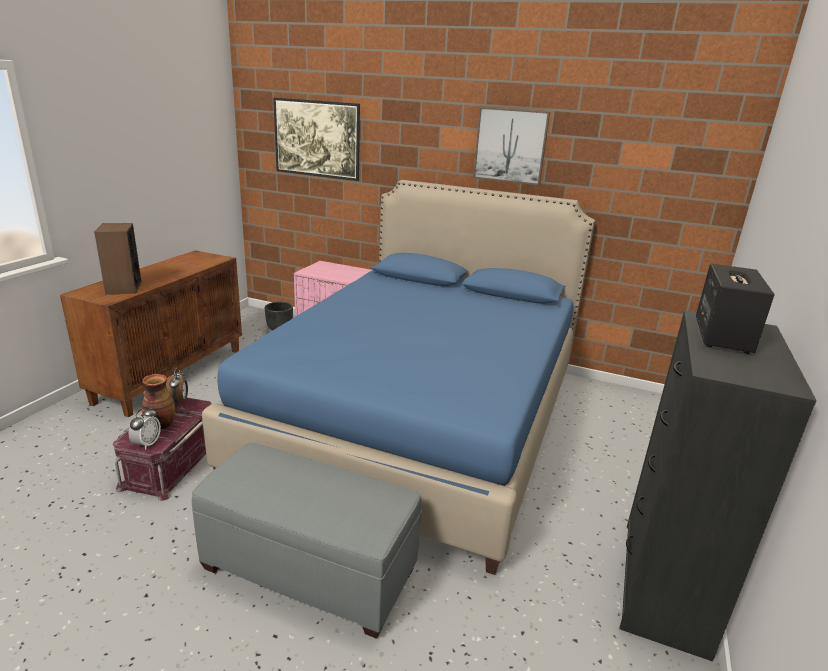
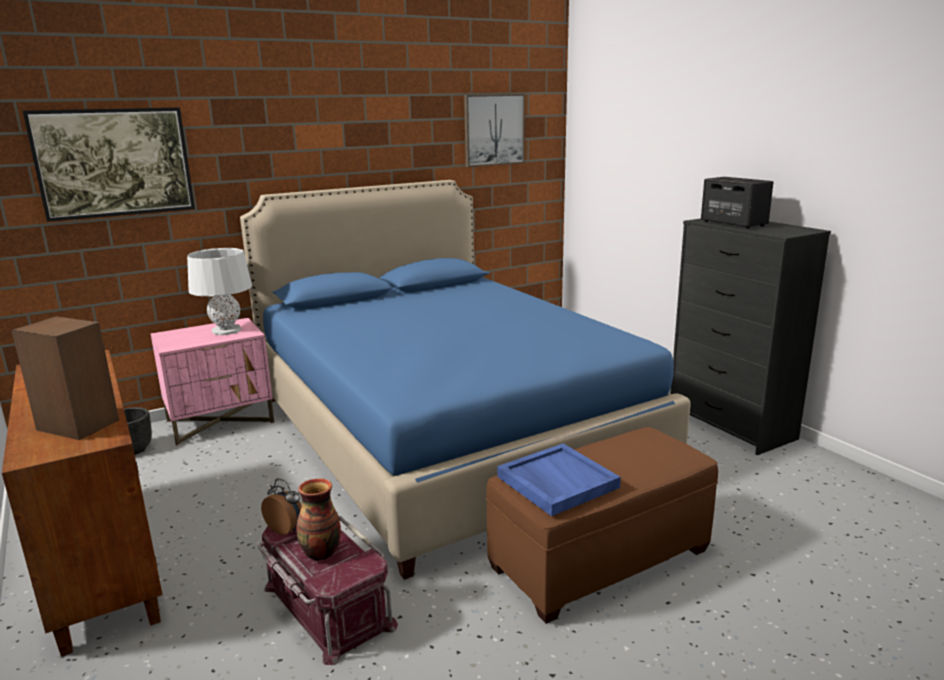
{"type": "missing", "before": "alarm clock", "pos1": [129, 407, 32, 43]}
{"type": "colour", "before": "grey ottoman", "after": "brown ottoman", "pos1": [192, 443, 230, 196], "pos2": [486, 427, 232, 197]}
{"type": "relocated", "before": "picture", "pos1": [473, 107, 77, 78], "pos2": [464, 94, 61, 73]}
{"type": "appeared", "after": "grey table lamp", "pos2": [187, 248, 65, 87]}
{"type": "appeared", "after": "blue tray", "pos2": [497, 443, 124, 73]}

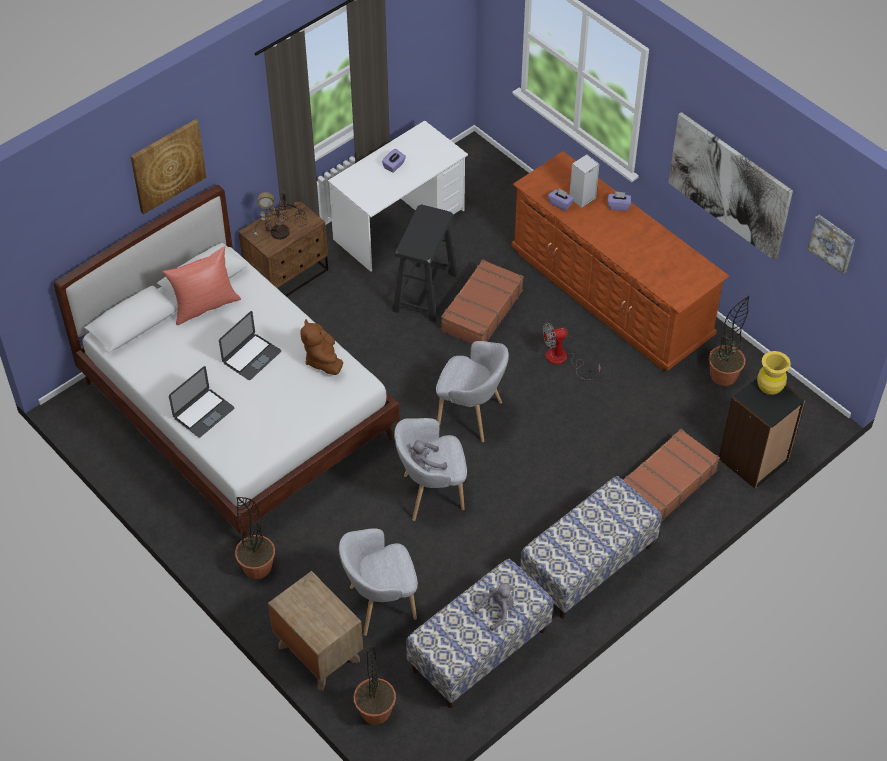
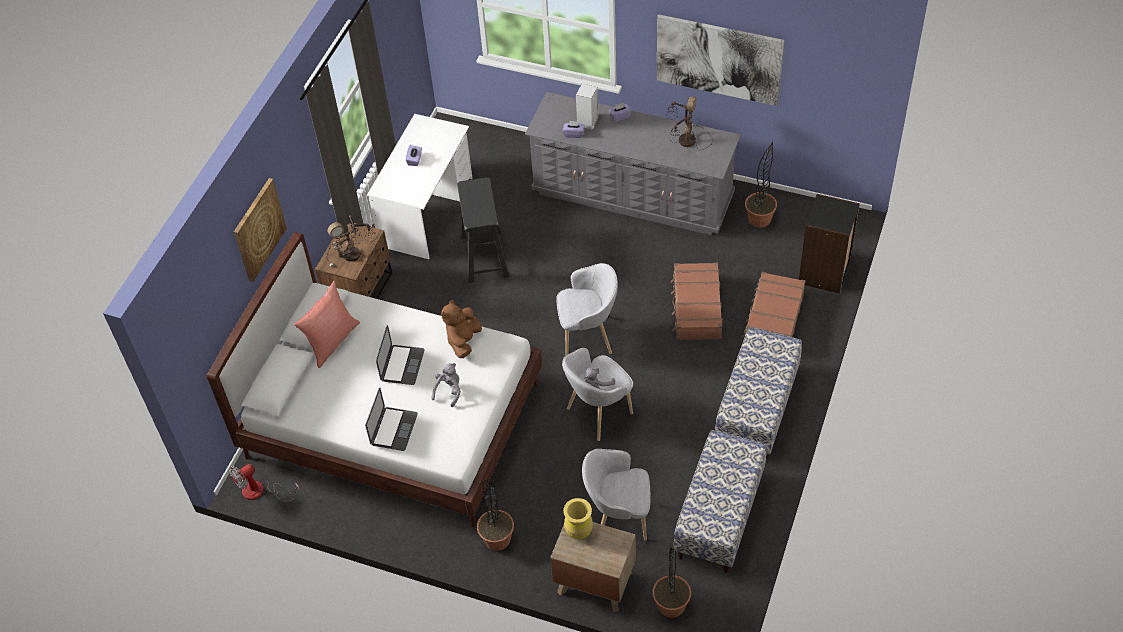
{"type": "spun", "before": "brown plush toy", "pos1": [301, 319, 42, 56], "pos2": [441, 300, 41, 58], "turn": 60}
{"type": "spun", "before": "grey armchair", "pos1": [339, 528, 79, 108], "pos2": [582, 449, 68, 92], "turn": 45}
{"type": "relocated", "before": "brown suitcase", "pos1": [441, 259, 83, 85], "pos2": [671, 262, 52, 78]}
{"type": "relocated", "before": "grey plush toy", "pos1": [475, 584, 39, 47], "pos2": [431, 363, 30, 44]}
{"type": "colour", "before": "brown dresser", "after": "grey dresser", "pos1": [512, 151, 217, 220], "pos2": [525, 92, 216, 143]}
{"type": "relocated", "before": "fan", "pos1": [543, 323, 58, 57], "pos2": [229, 464, 71, 38]}
{"type": "relocated", "before": "yellow vase", "pos1": [757, 351, 34, 44], "pos2": [563, 498, 30, 41]}
{"type": "missing", "before": "picture", "pos1": [807, 215, 48, 59]}
{"type": "appeared", "after": "table lamp", "pos2": [667, 96, 46, 54]}

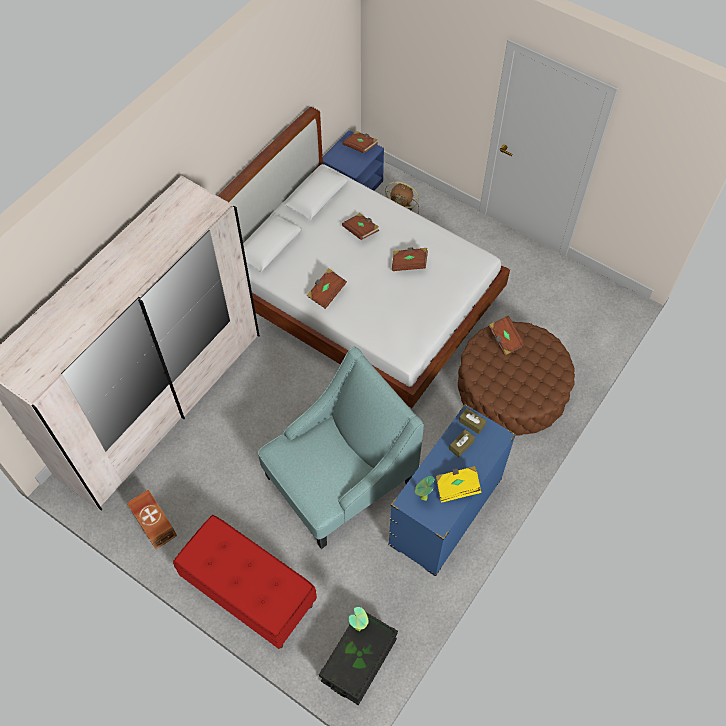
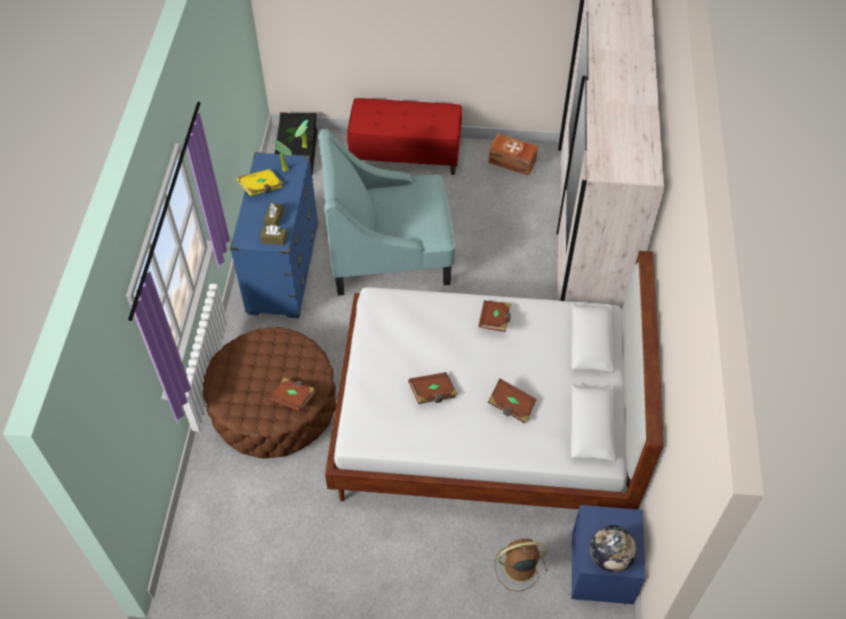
{"type": "spun", "before": "turquoise armchair", "pos1": [258, 346, 166, 203], "pos2": [319, 129, 136, 167], "turn": 60}
{"type": "exchanged", "before": "brown book", "after": "globe", "pos1": [342, 131, 36, 22], "pos2": [590, 525, 47, 47]}

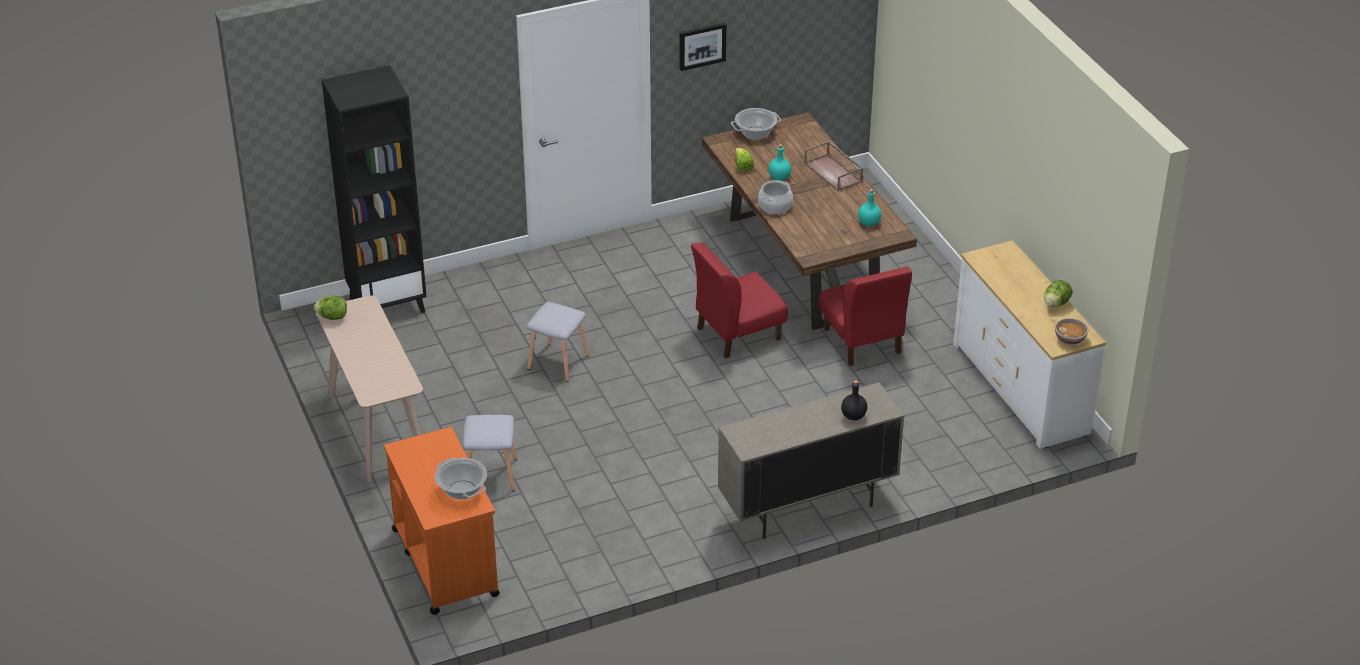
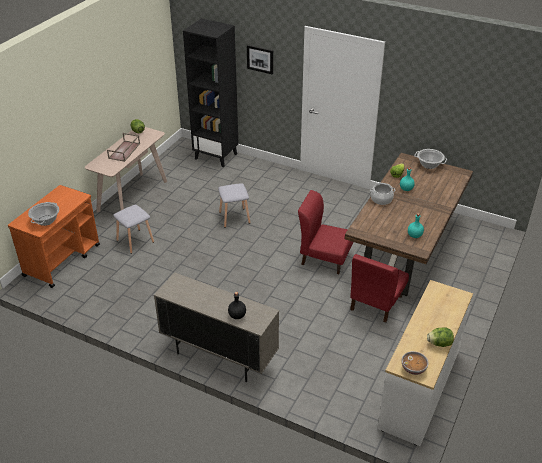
{"type": "relocated", "before": "picture", "pos1": [680, 23, 46, 48], "pos2": [247, 45, 26, 29]}
{"type": "relocated", "before": "brown tray", "pos1": [804, 141, 59, 50], "pos2": [107, 133, 33, 29]}

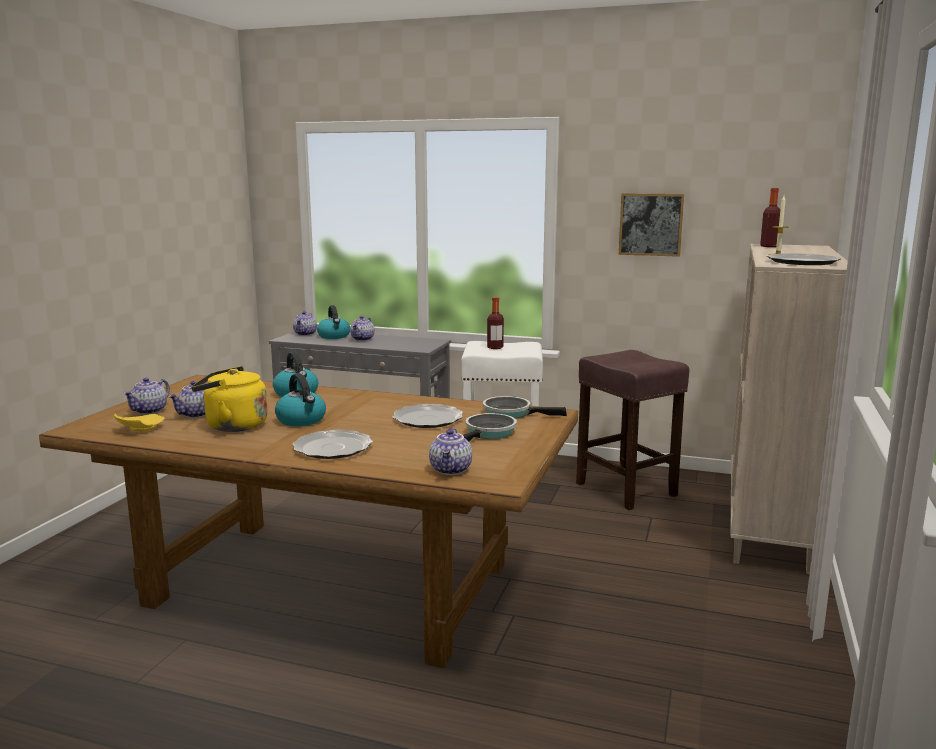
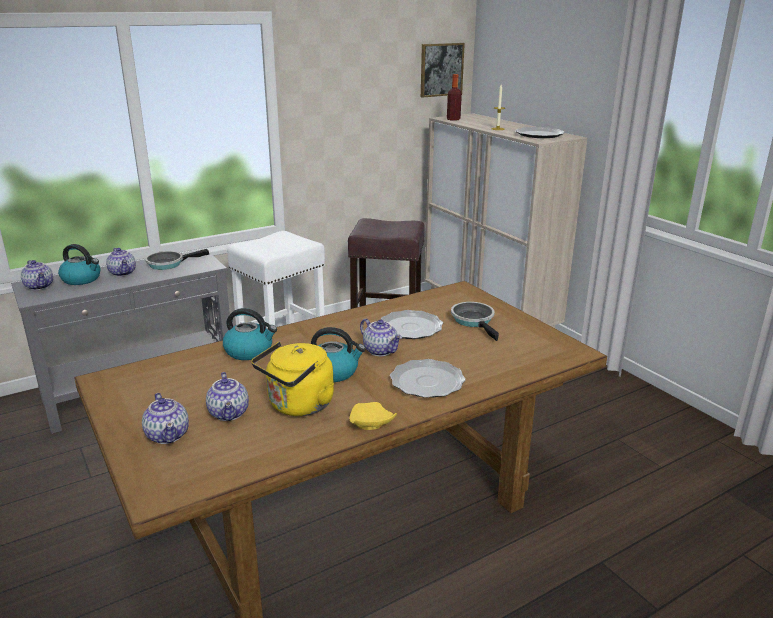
{"type": "relocated", "before": "yellow plate", "pos1": [114, 414, 50, 18], "pos2": [349, 402, 48, 28]}
{"type": "relocated", "before": "teapot", "pos1": [429, 428, 43, 47], "pos2": [360, 319, 42, 37]}
{"type": "relocated", "before": "frying pan", "pos1": [483, 396, 84, 23], "pos2": [145, 249, 64, 21]}
{"type": "missing", "before": "bottle", "pos1": [487, 297, 17, 52]}
{"type": "relocated", "before": "picture", "pos1": [619, 194, 65, 63], "pos2": [421, 43, 44, 55]}

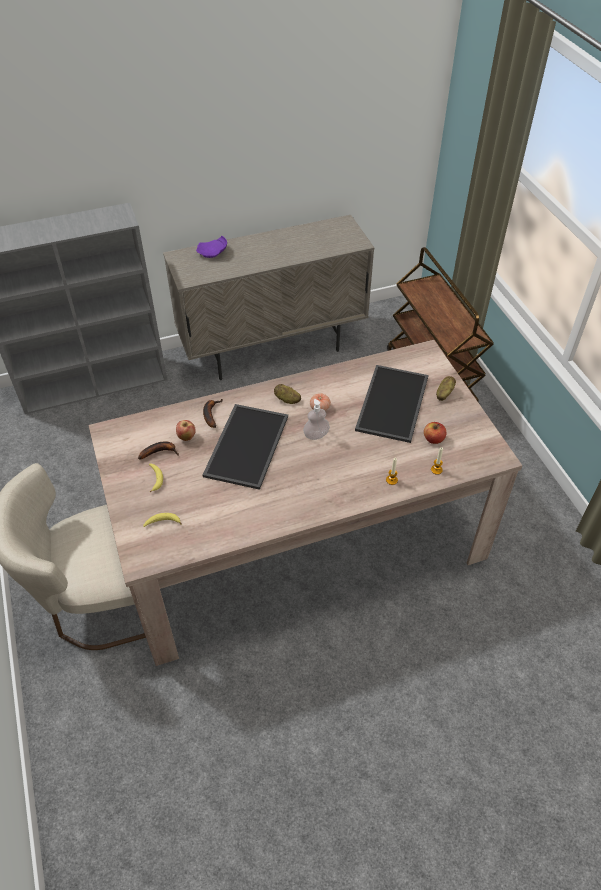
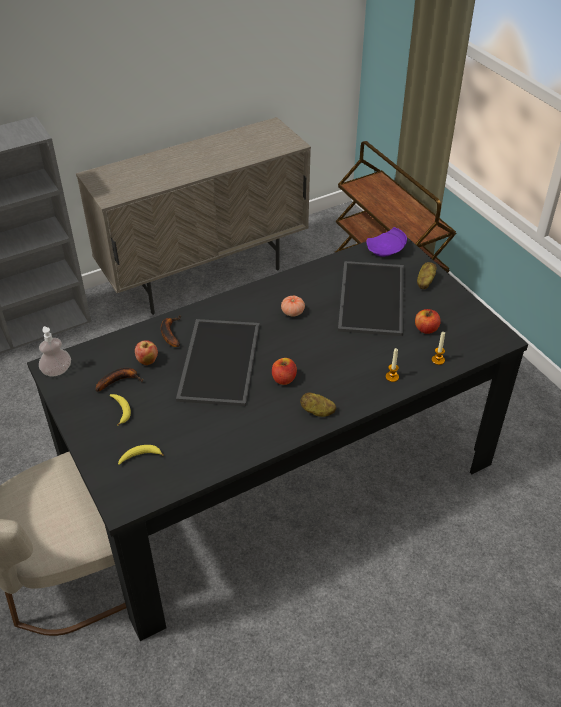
{"type": "colour", "before": "beige dining table", "after": "black dining table", "pos1": [88, 340, 434, 326], "pos2": [27, 237, 501, 404]}
{"type": "relocated", "before": "purple plate", "pos1": [196, 236, 31, 22], "pos2": [367, 227, 40, 30]}
{"type": "relocated", "before": "potato", "pos1": [274, 384, 27, 20], "pos2": [300, 392, 36, 25]}
{"type": "relocated", "before": "soap dispenser", "pos1": [303, 399, 27, 41], "pos2": [39, 326, 32, 51]}
{"type": "appeared", "after": "apple", "pos2": [272, 358, 25, 27]}

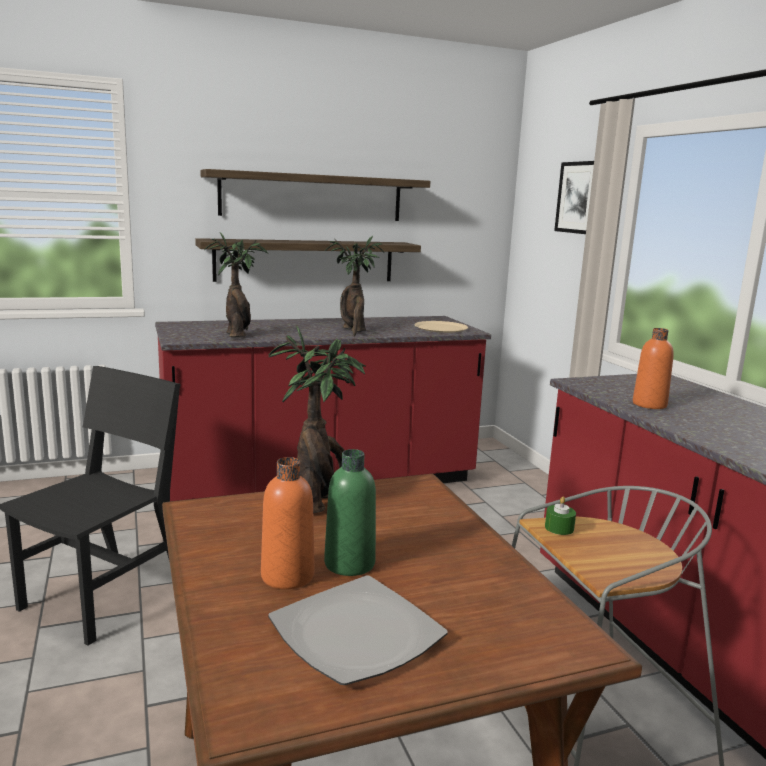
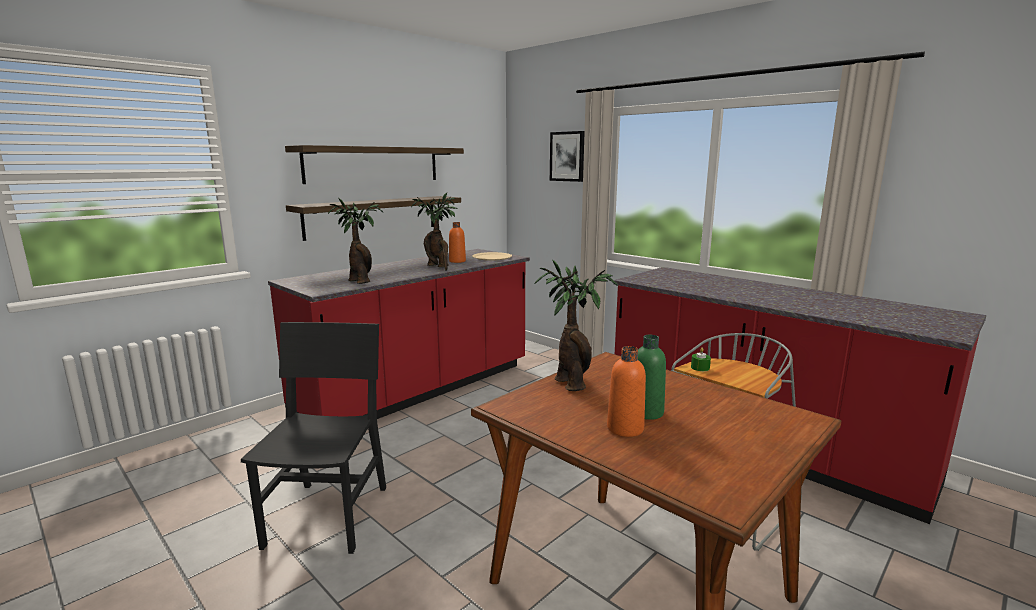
{"type": "missing", "before": "plate", "pos1": [268, 575, 179, 110]}
{"type": "relocated", "before": "orange bottle", "pos1": [633, 328, 41, 81], "pos2": [449, 222, 17, 41]}

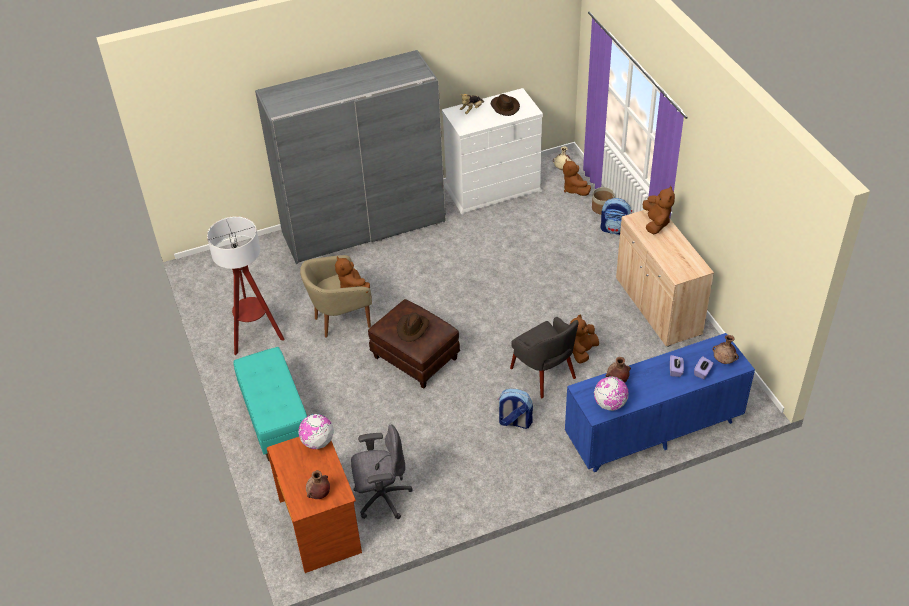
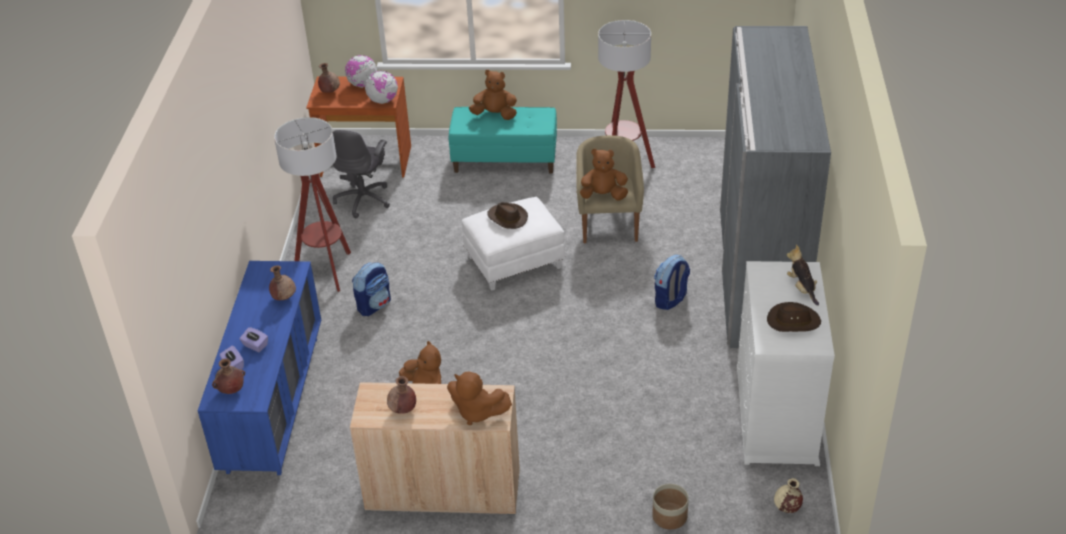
{"type": "colour", "before": "brown ottoman", "after": "white ottoman", "pos1": [368, 299, 92, 90], "pos2": [462, 197, 103, 94]}
{"type": "missing", "before": "grey armchair", "pos1": [510, 317, 69, 81]}
{"type": "relocated", "before": "brown plush toy", "pos1": [563, 159, 28, 37], "pos2": [469, 69, 48, 51]}
{"type": "relocated", "before": "globe", "pos1": [594, 376, 35, 35], "pos2": [345, 55, 32, 33]}
{"type": "relocated", "before": "backpack", "pos1": [600, 198, 32, 37], "pos2": [654, 255, 36, 55]}
{"type": "appeared", "after": "floor lamp", "pos2": [274, 117, 77, 175]}
{"type": "appeared", "after": "brown vase", "pos2": [387, 376, 29, 38]}

